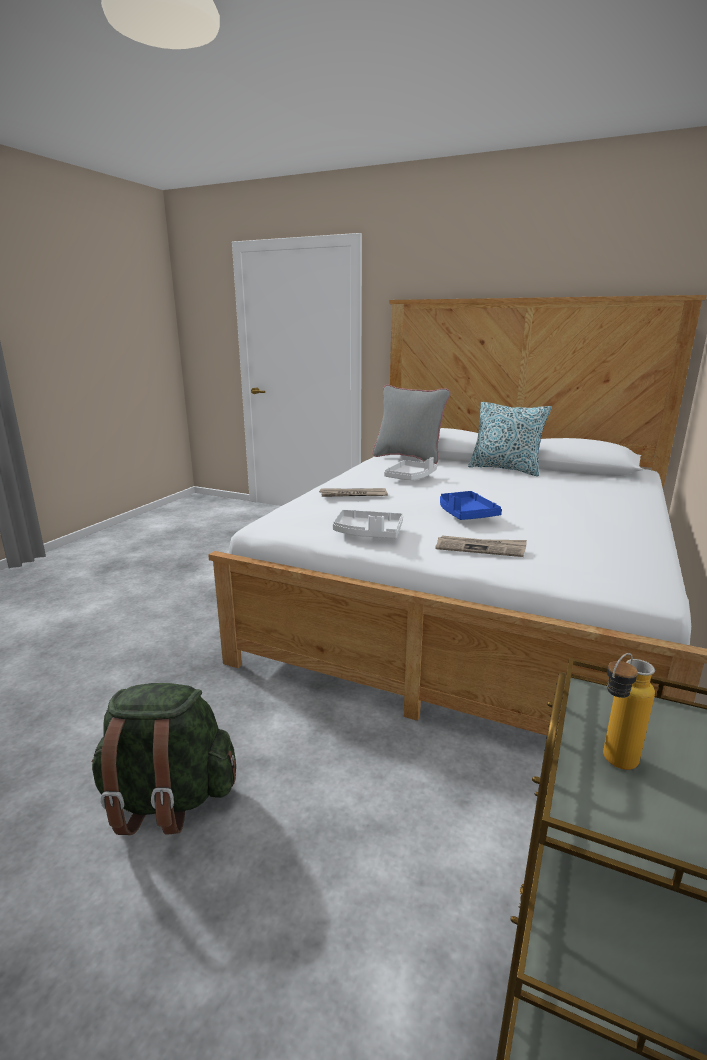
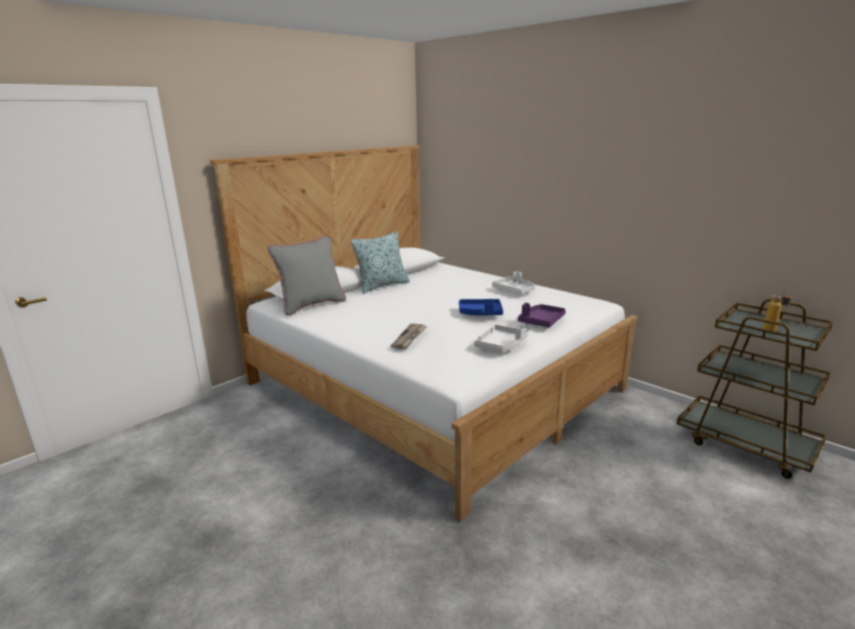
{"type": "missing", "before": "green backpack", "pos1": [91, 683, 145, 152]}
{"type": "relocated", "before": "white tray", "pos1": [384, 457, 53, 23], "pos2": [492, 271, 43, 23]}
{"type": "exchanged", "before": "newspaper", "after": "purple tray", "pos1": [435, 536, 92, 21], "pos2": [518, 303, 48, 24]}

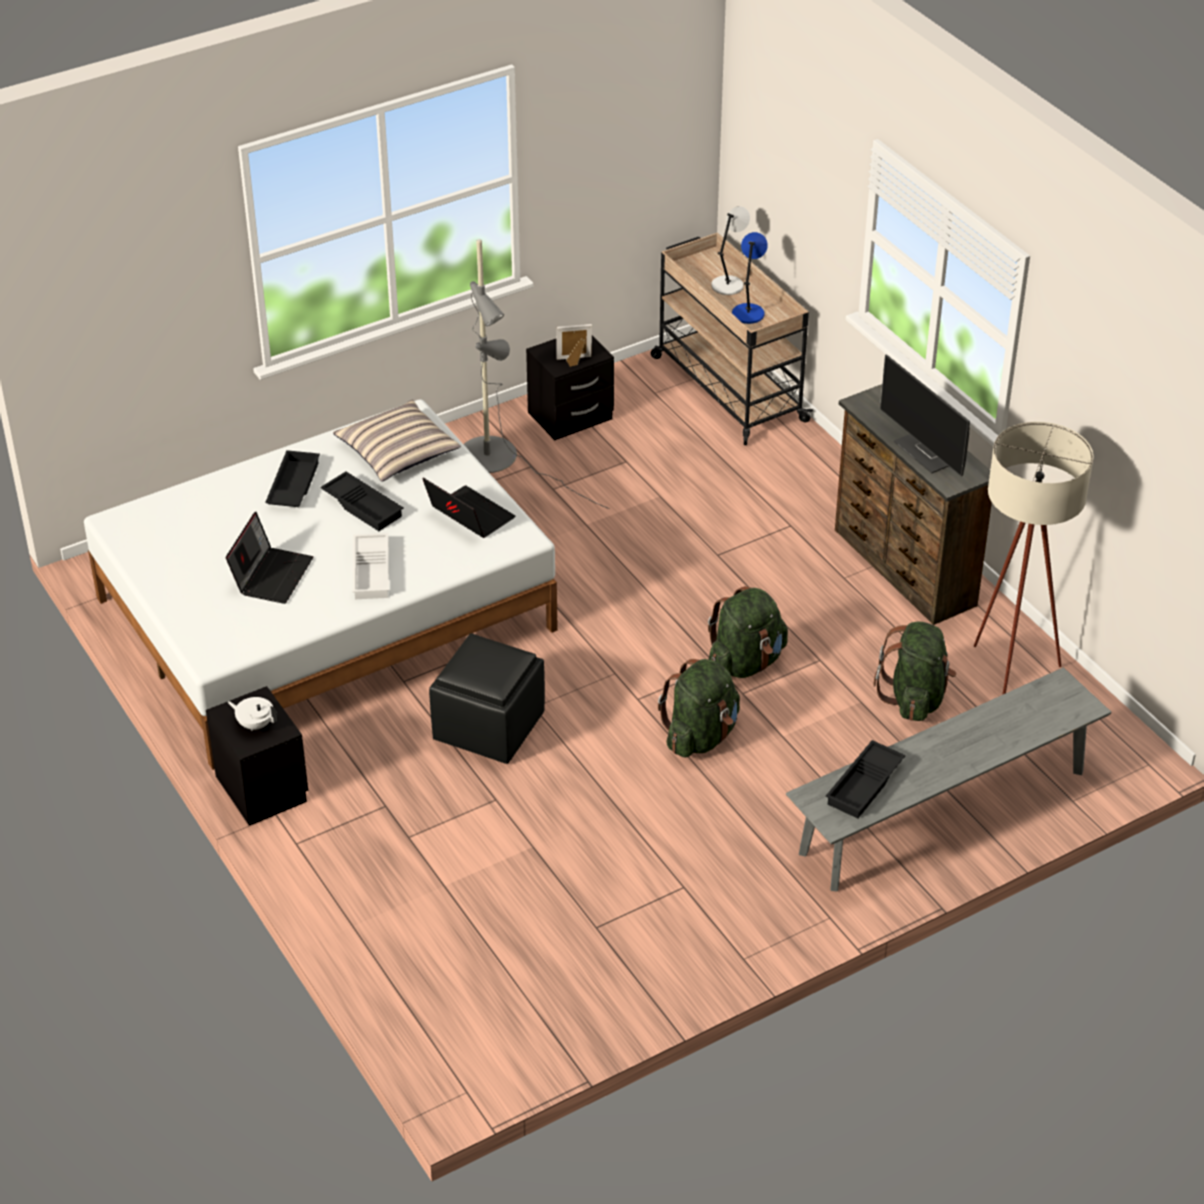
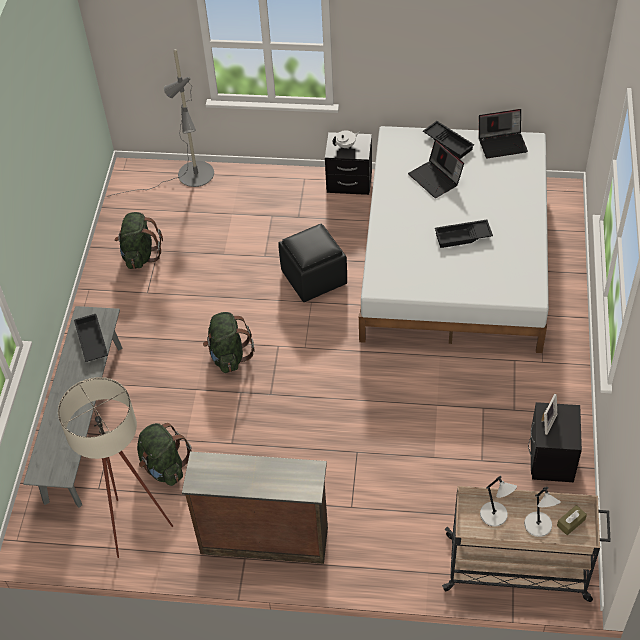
{"type": "relocated", "before": "black tray", "pos1": [265, 450, 55, 57], "pos2": [423, 121, 51, 38]}
{"type": "missing", "before": "pillow", "pos1": [333, 400, 128, 82]}
{"type": "missing", "before": "white tray", "pos1": [352, 533, 37, 66]}
{"type": "relocated", "before": "laptop", "pos1": [423, 478, 92, 60], "pos2": [479, 109, 49, 49]}
{"type": "relocated", "before": "grey floor lamp", "pos1": [464, 239, 146, 270], "pos2": [107, 49, 107, 148]}
{"type": "relocated", "before": "green backpack", "pos1": [708, 586, 80, 92], "pos2": [115, 212, 48, 57]}
{"type": "colour", "before": "blue table lamp", "after": "grey table lamp", "pos1": [732, 232, 36, 92], "pos2": [480, 476, 37, 50]}
{"type": "missing", "before": "monitor", "pos1": [880, 354, 90, 123]}
{"type": "appeared", "after": "brown tissue box", "pos2": [557, 505, 30, 30]}

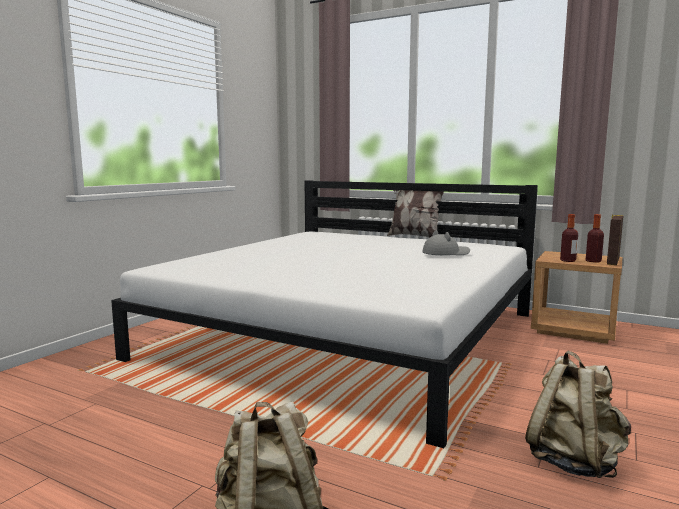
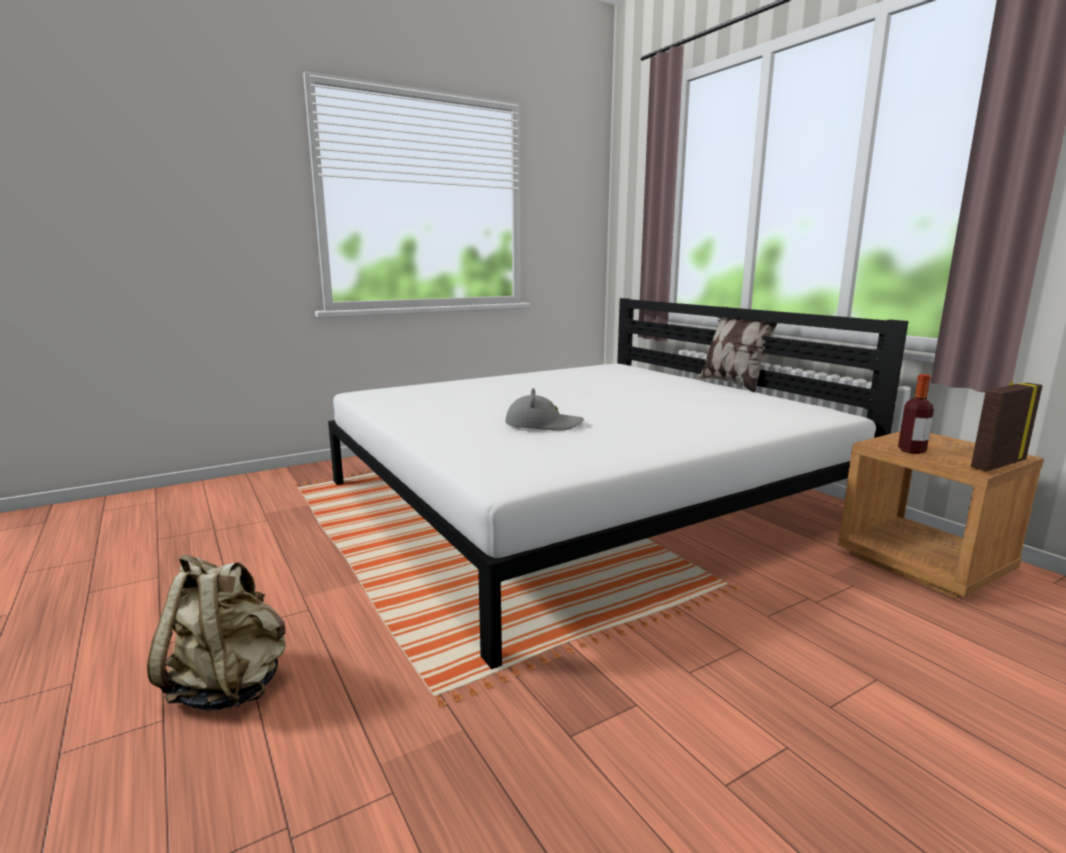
{"type": "relocated", "before": "grey hat", "pos1": [422, 230, 48, 25], "pos2": [505, 388, 79, 43]}
{"type": "missing", "before": "beige backpack", "pos1": [525, 350, 106, 128]}
{"type": "missing", "before": "bottle", "pos1": [586, 214, 18, 49]}

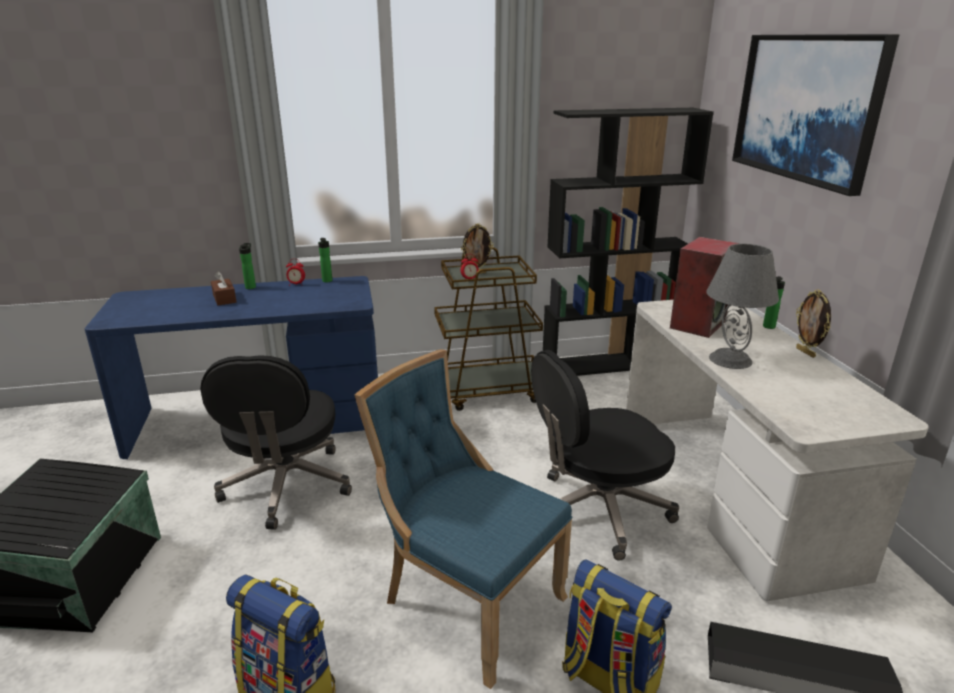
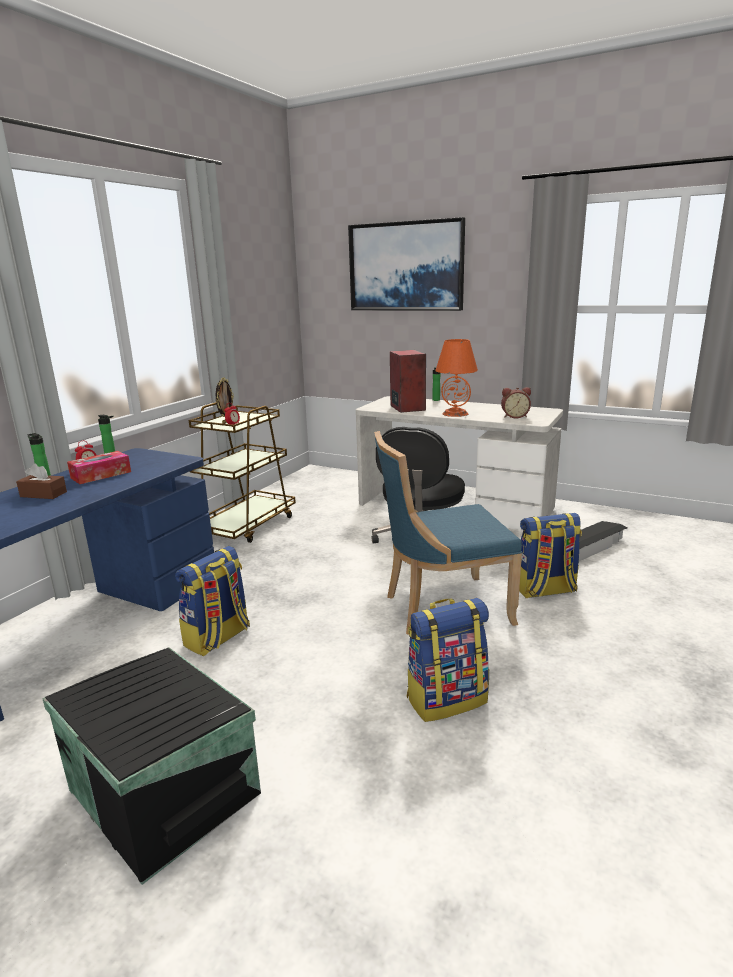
{"type": "exchanged", "before": "black office chair", "after": "backpack", "pos1": [200, 355, 152, 175], "pos2": [175, 546, 75, 110]}
{"type": "missing", "before": "black bookcase", "pos1": [543, 108, 171, 268]}
{"type": "colour", "before": "grey table lamp", "after": "orange table lamp", "pos1": [706, 244, 73, 125], "pos2": [435, 339, 43, 78]}
{"type": "missing", "before": "picture frame", "pos1": [796, 289, 35, 69]}
{"type": "appeared", "after": "tissue box", "pos2": [67, 451, 64, 33]}
{"type": "appeared", "after": "alarm clock", "pos2": [501, 387, 30, 31]}

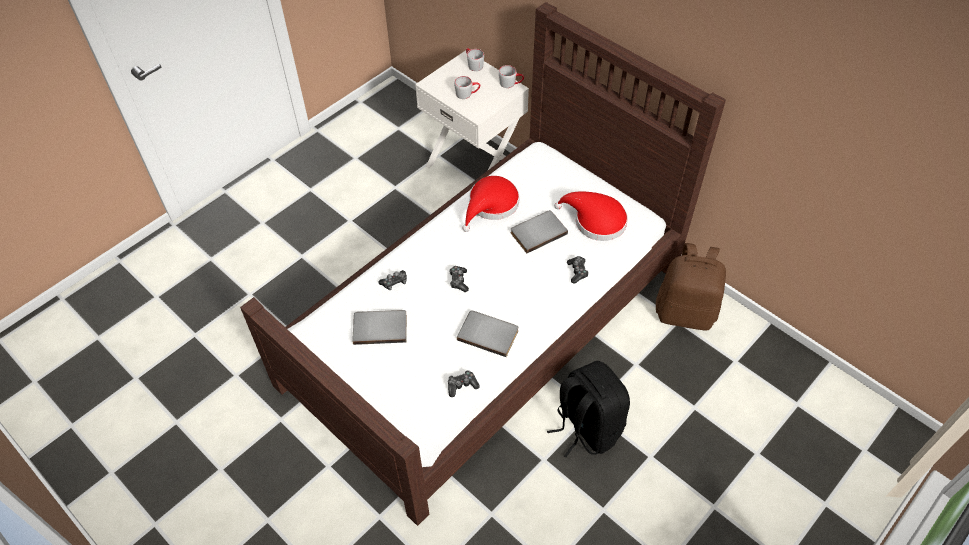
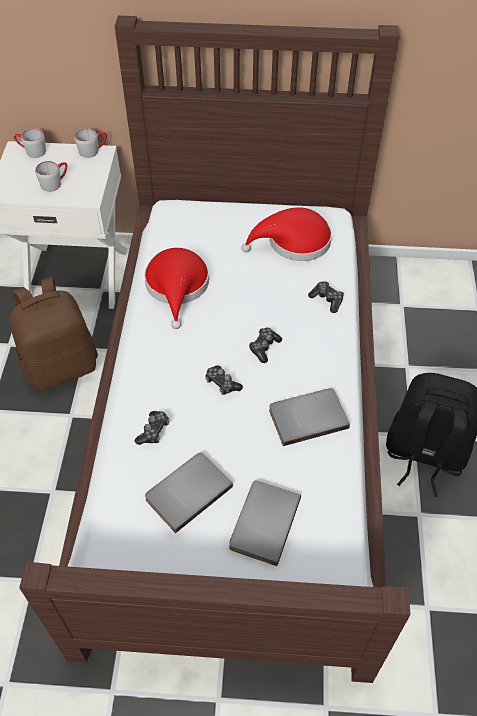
{"type": "relocated", "before": "game controller", "pos1": [448, 370, 32, 27], "pos2": [249, 328, 33, 35]}
{"type": "relocated", "before": "grey book", "pos1": [511, 210, 57, 43], "pos2": [229, 481, 72, 85]}
{"type": "relocated", "before": "brown backpack", "pos1": [656, 243, 70, 88], "pos2": [10, 277, 88, 114]}

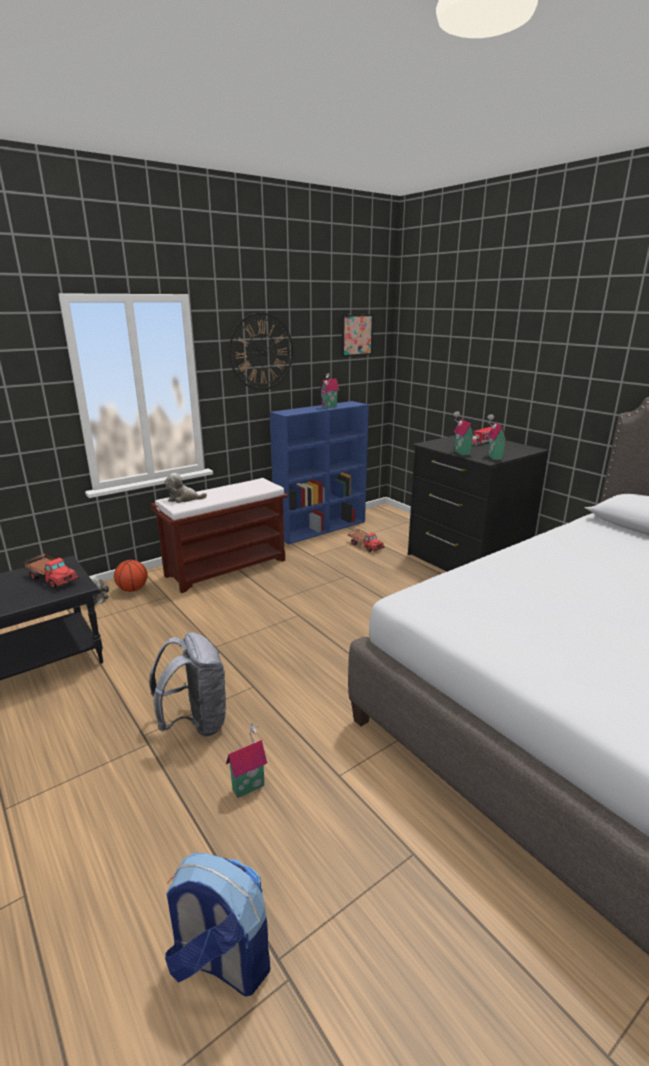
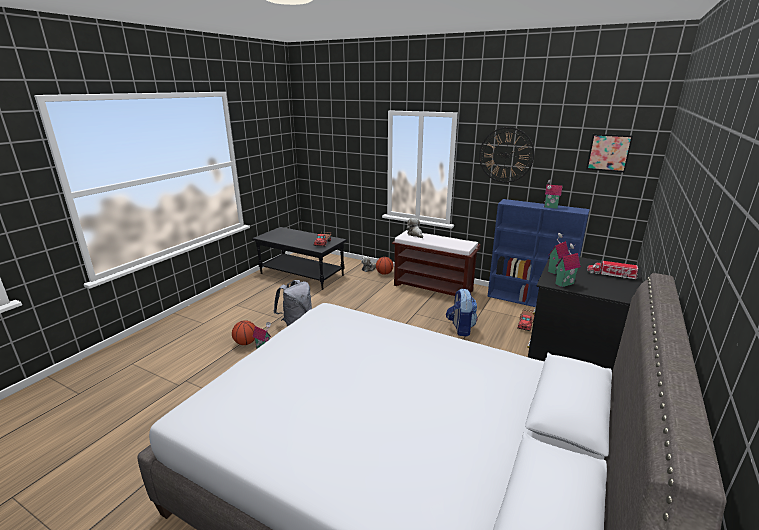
{"type": "relocated", "before": "backpack", "pos1": [165, 853, 106, 144], "pos2": [446, 288, 31, 49]}
{"type": "appeared", "after": "basketball", "pos2": [232, 320, 23, 25]}

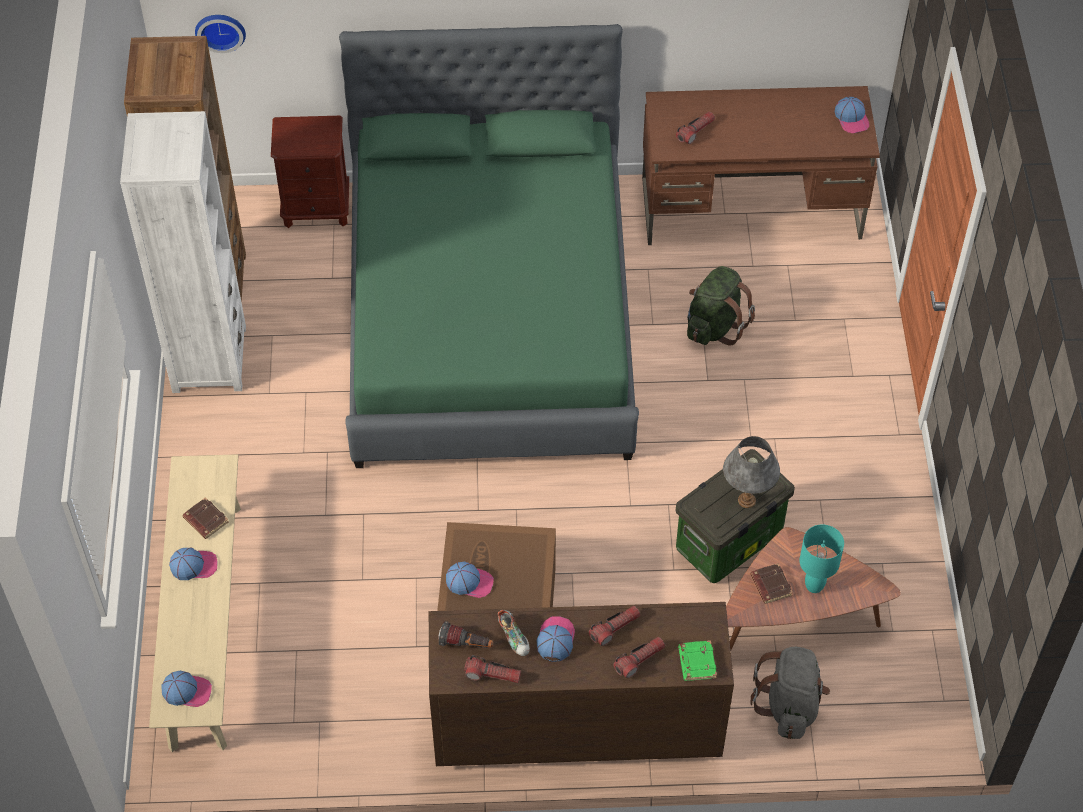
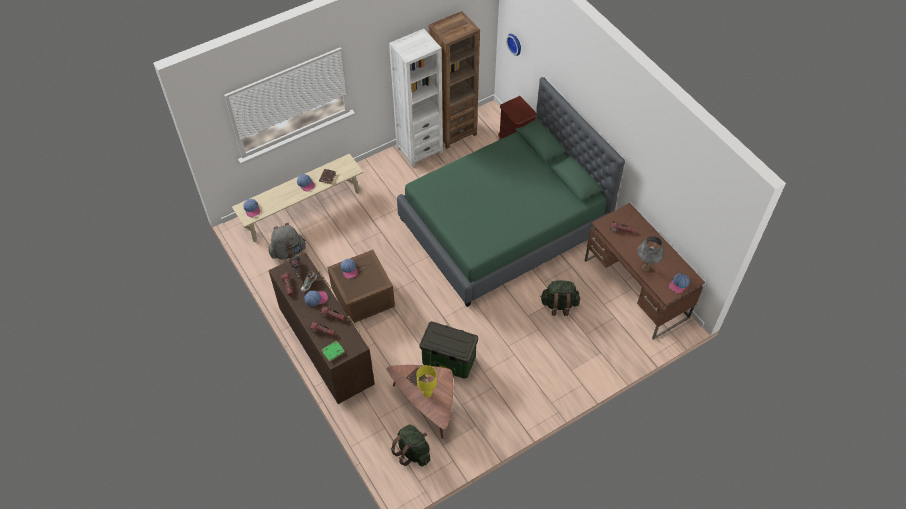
{"type": "relocated", "before": "grey table lamp", "pos1": [723, 436, 57, 72], "pos2": [637, 236, 28, 35]}
{"type": "relocated", "before": "grey backpack", "pos1": [751, 647, 79, 92], "pos2": [268, 223, 38, 37]}
{"type": "colour", "before": "turquoise table lamp", "after": "yellow table lamp", "pos1": [800, 524, 44, 69], "pos2": [417, 365, 20, 32]}
{"type": "appeared", "after": "green backpack", "pos2": [391, 425, 39, 42]}

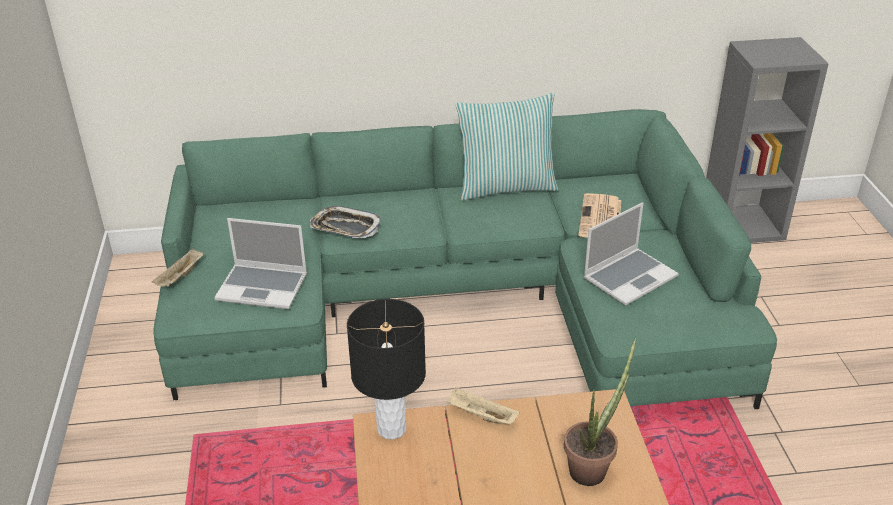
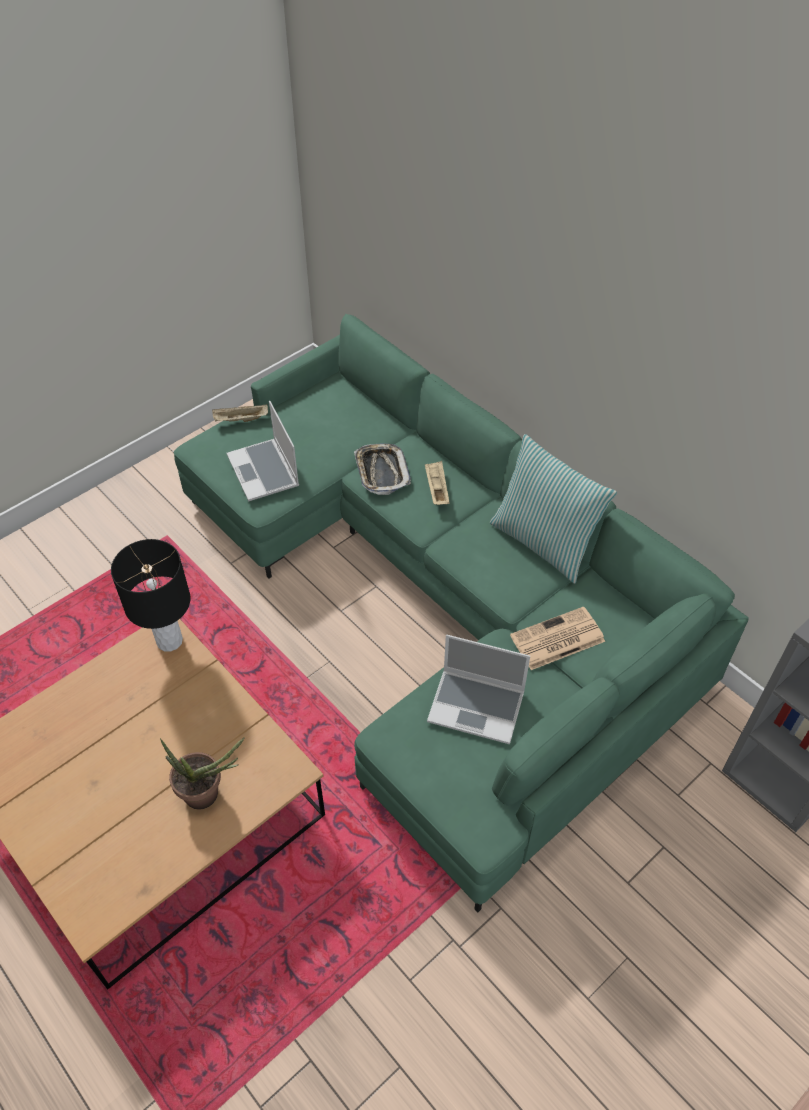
{"type": "relocated", "before": "beige tray", "pos1": [448, 387, 72, 37], "pos2": [425, 461, 25, 44]}

